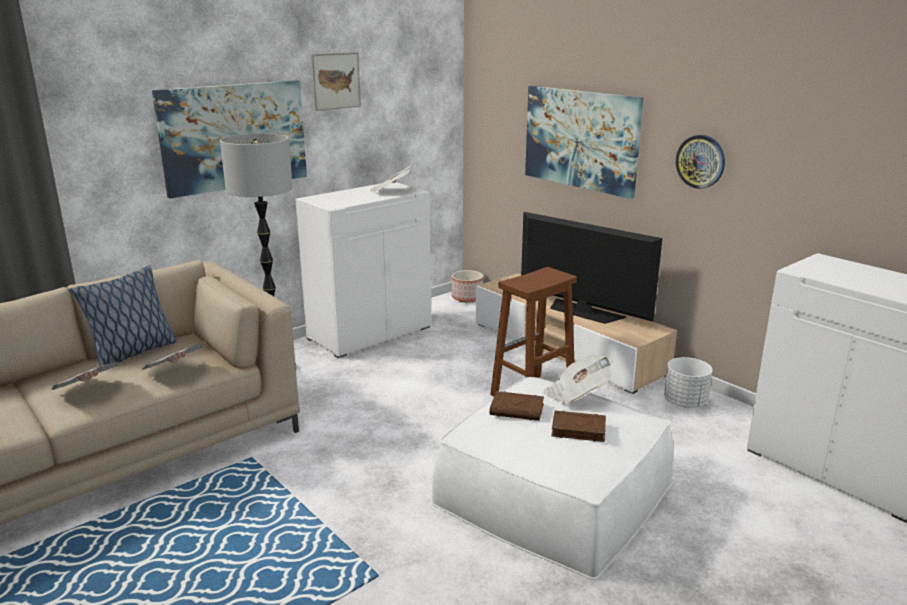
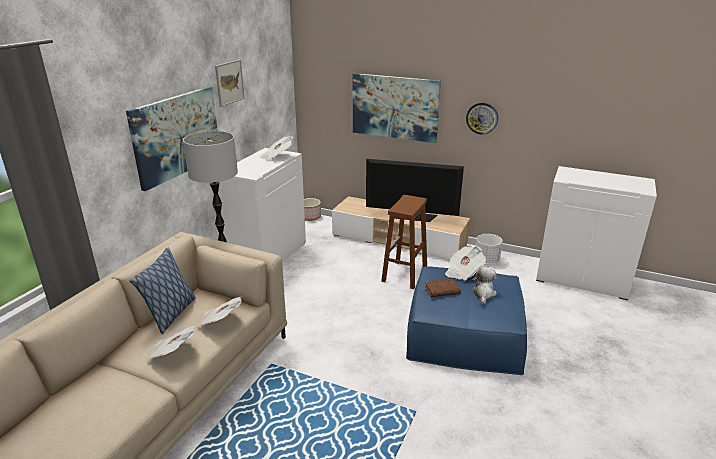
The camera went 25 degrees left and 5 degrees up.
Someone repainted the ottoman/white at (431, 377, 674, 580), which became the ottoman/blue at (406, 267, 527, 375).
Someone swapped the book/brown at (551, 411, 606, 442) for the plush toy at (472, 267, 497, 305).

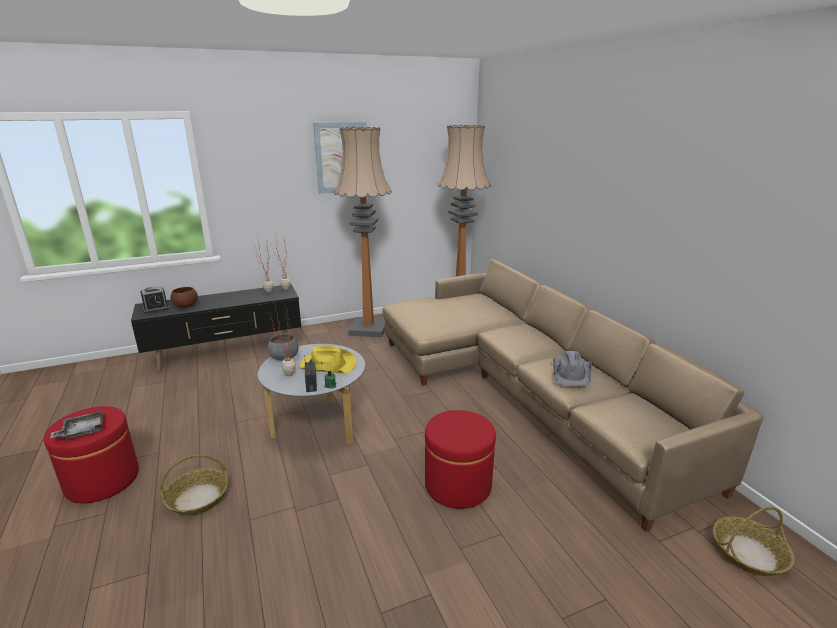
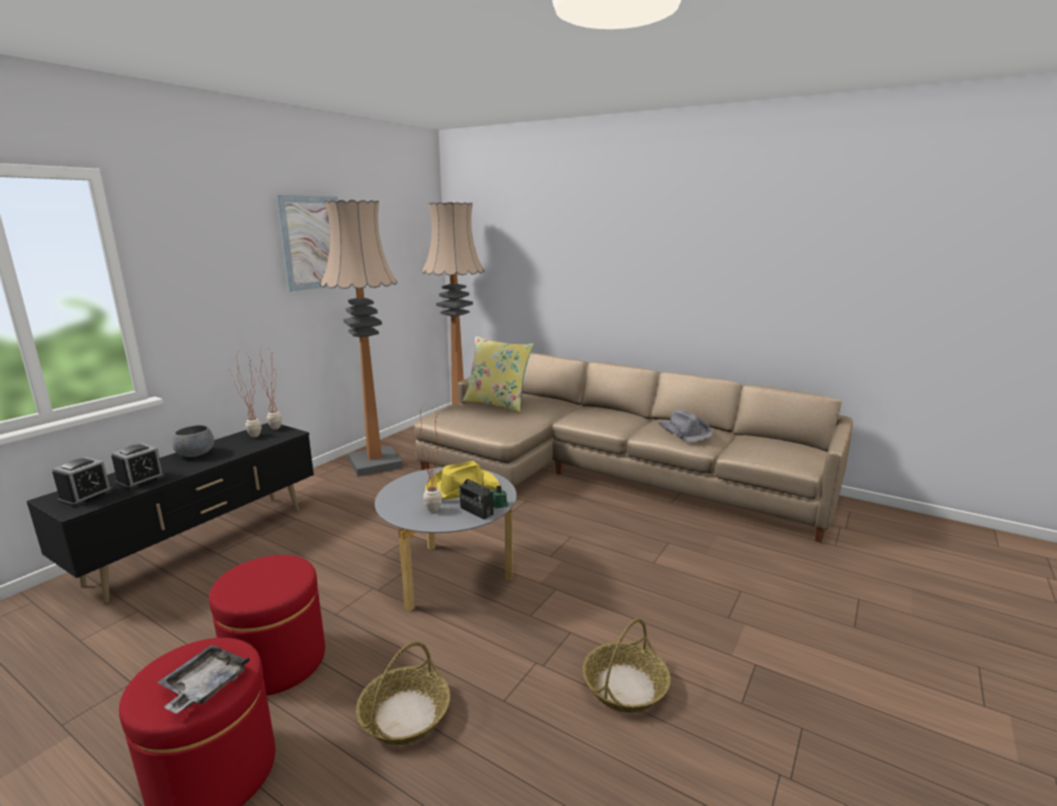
The camera went 35 degrees left and 5 degrees down.
Someone swapped the bowl/brown at (170, 287, 198, 308) for the alarm clock at (111, 443, 166, 490).
Someone carried the bowl/grey from (267, 334, 298, 361) to (172, 425, 214, 457).
Someone carried the ottoman/red from (425, 410, 496, 509) to (209, 555, 325, 695).
Someone carried the basket from (713, 507, 795, 576) to (583, 618, 671, 713).
Someone put down the pillow/yellow at (463, 336, 534, 413).

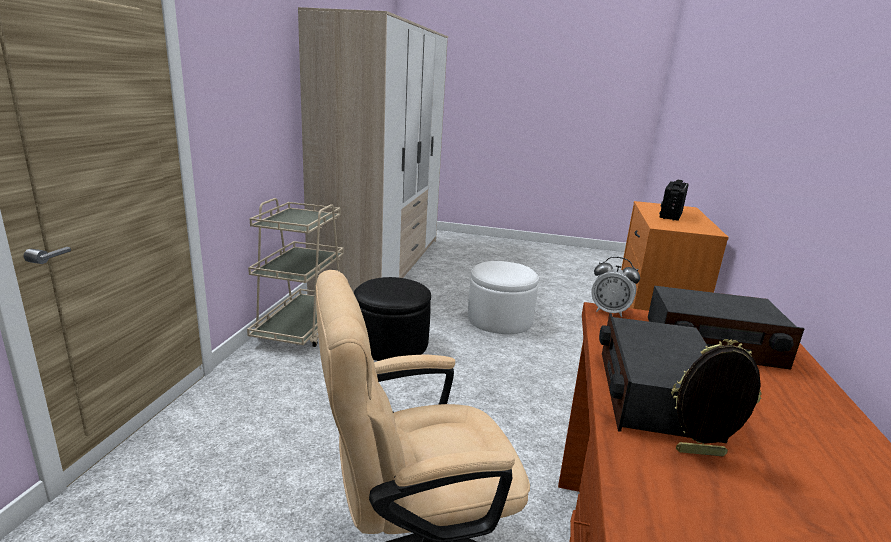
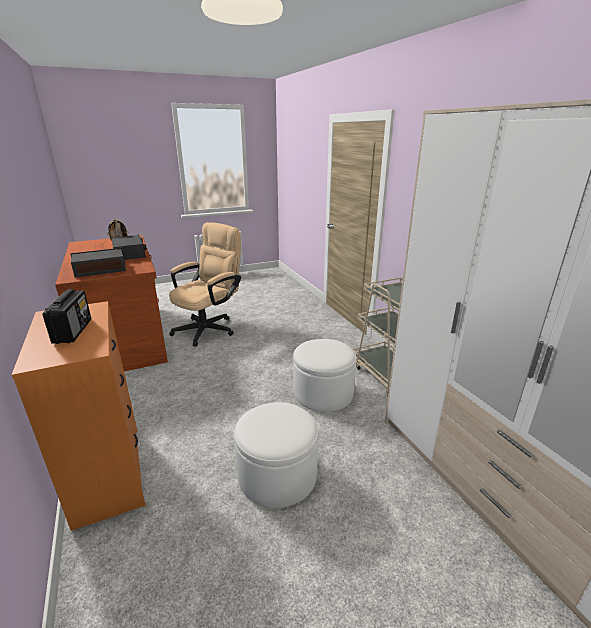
The camera went 145 degrees right and 5 degrees up.
Someone repainted the ottoman/black at (354, 277, 431, 361), which became the ottoman/white at (293, 339, 357, 412).
Someone took away the alarm clock at (591, 257, 640, 317).

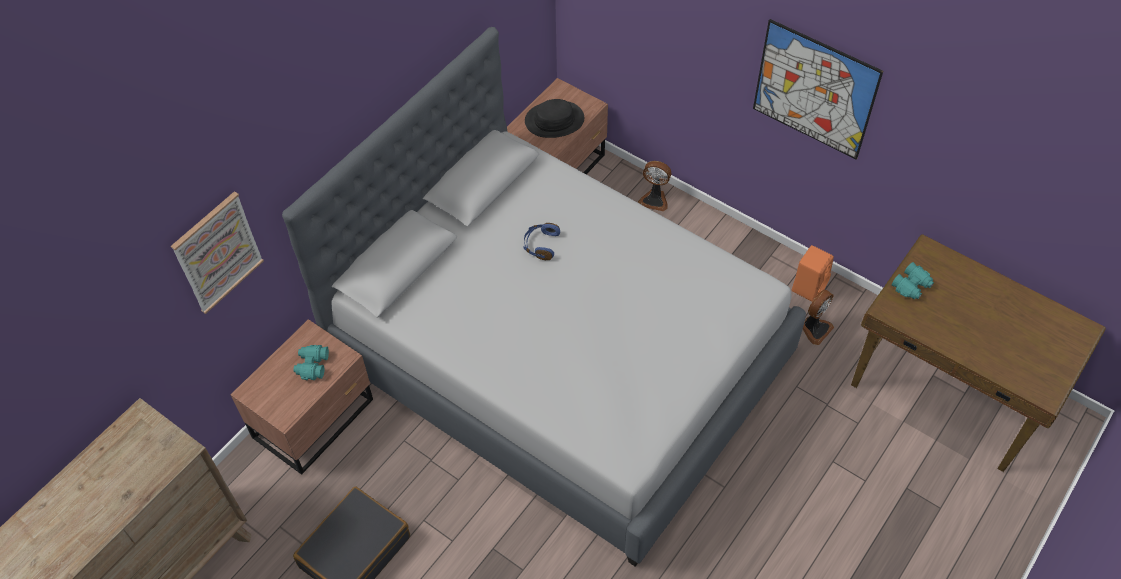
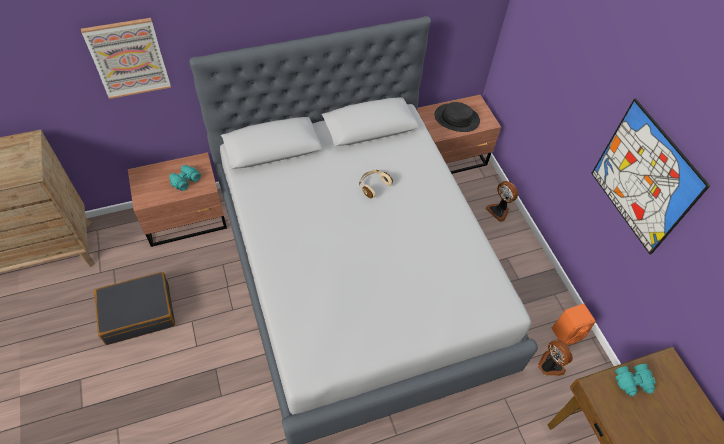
The camera went 30 degrees right and 0 degrees up.
Someone repainted the headphones/blue at (523, 223, 560, 260), which became the headphones/beige at (359, 169, 393, 198).
Someone rotated the fan at (803, 290, 834, 345) by 105 degrees counterclockwise.

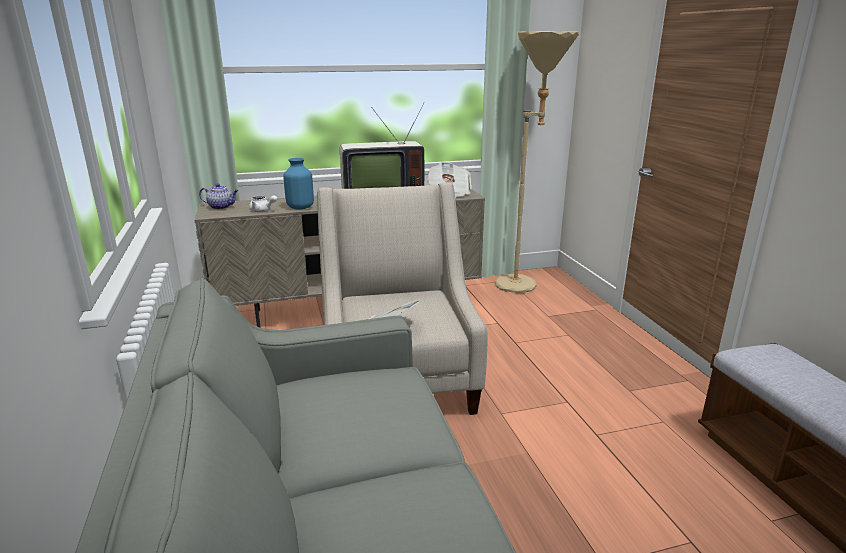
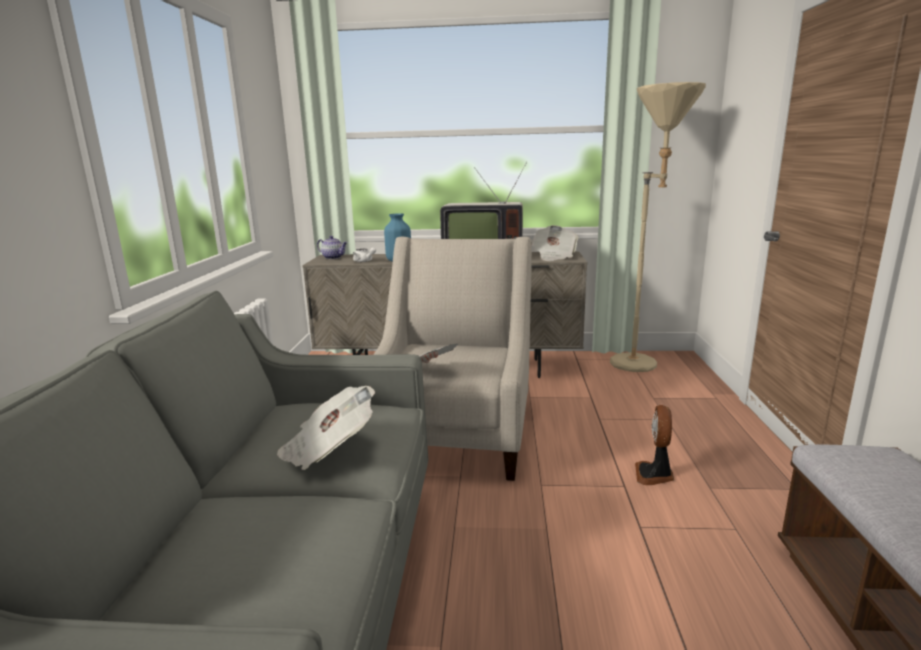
The camera went 20 degrees right and 5 degrees down.
Someone put down the newspaper at (277, 386, 375, 470).
Someone put down the fan at (635, 405, 674, 485).

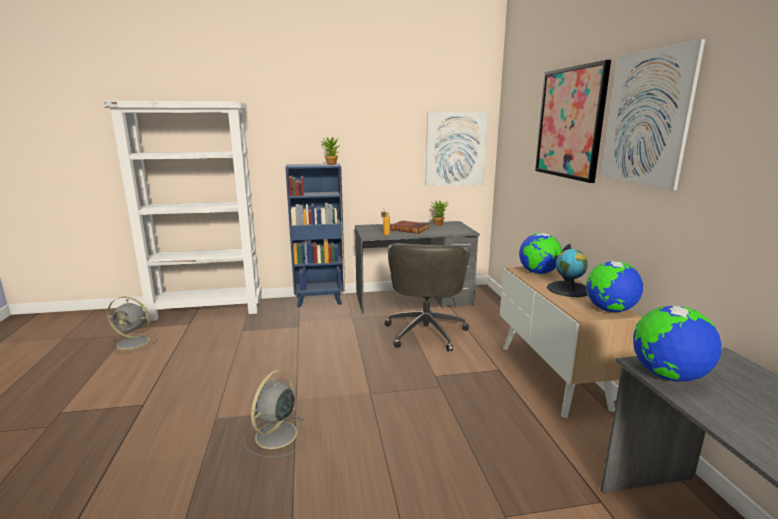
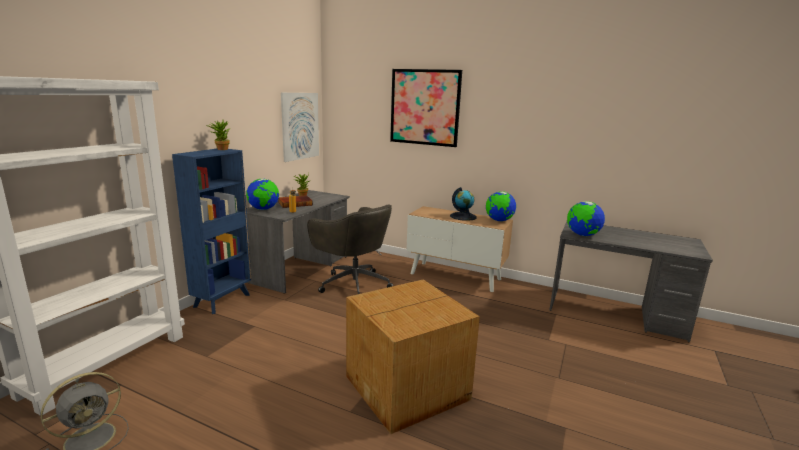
The camera went 55 degrees left and 0 degrees up.
Someone swapped the fan/grey at (244, 370, 304, 458) for the cardboard box at (346, 279, 480, 434).
Someone carried the globe from (519, 233, 562, 274) to (246, 179, 279, 210).
Someone took away the picture at (601, 39, 705, 190).

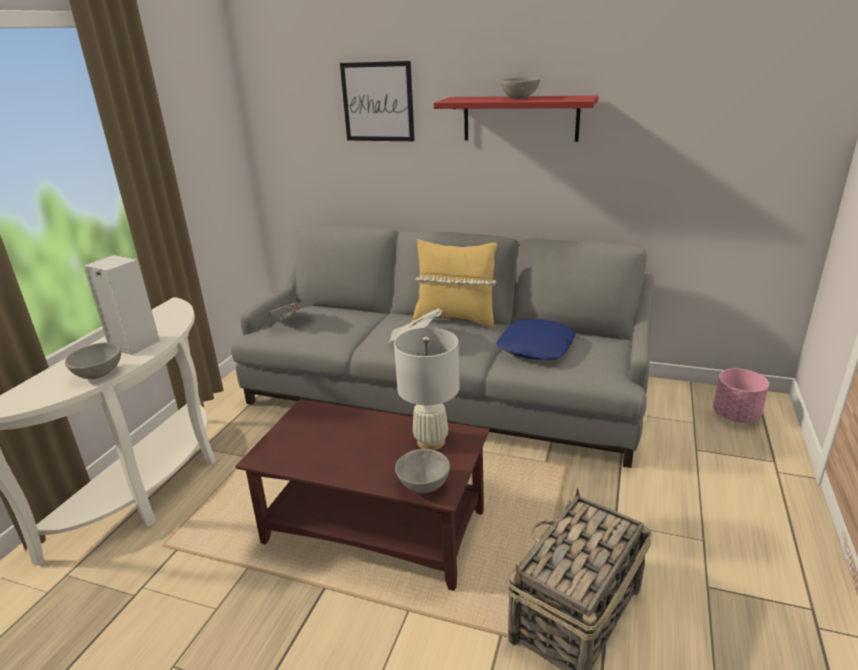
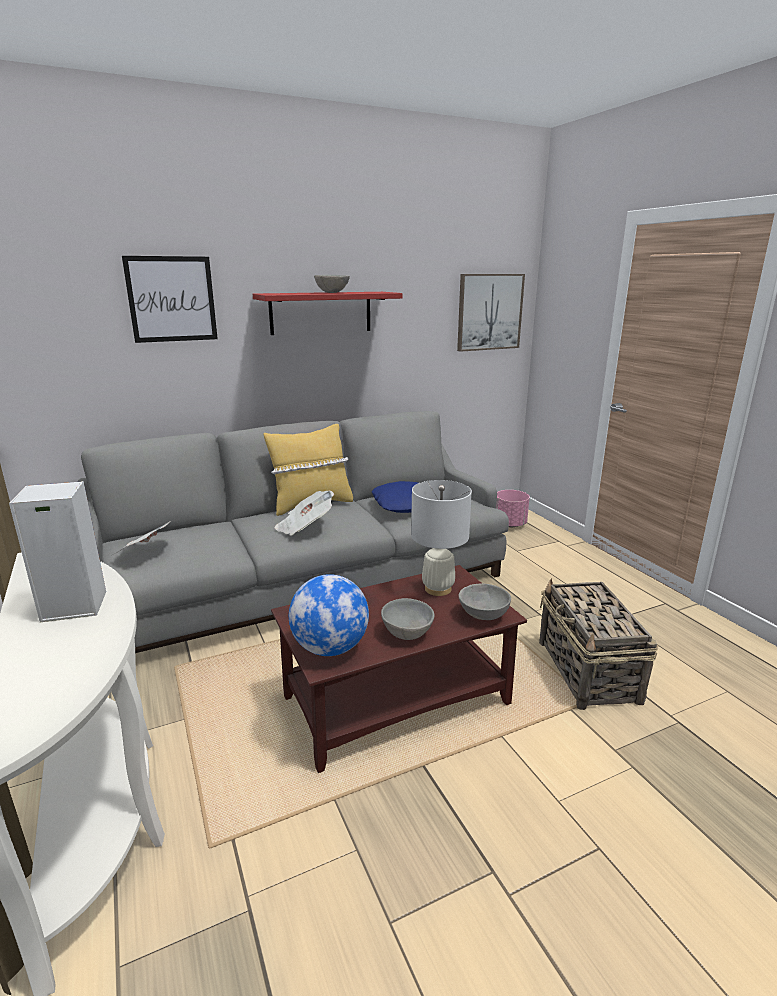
The camera went 45 degrees left and 5 degrees down.
Someone carried the bowl/grey from (65, 342, 121, 379) to (381, 598, 434, 640).
Someone put down the globe at (289, 574, 369, 656).
Someone put up the picture at (457, 274, 525, 352).

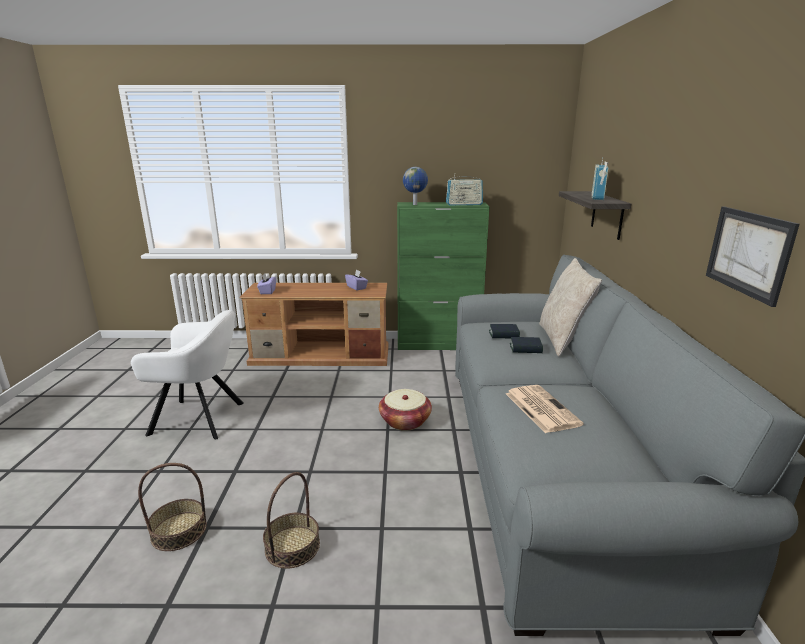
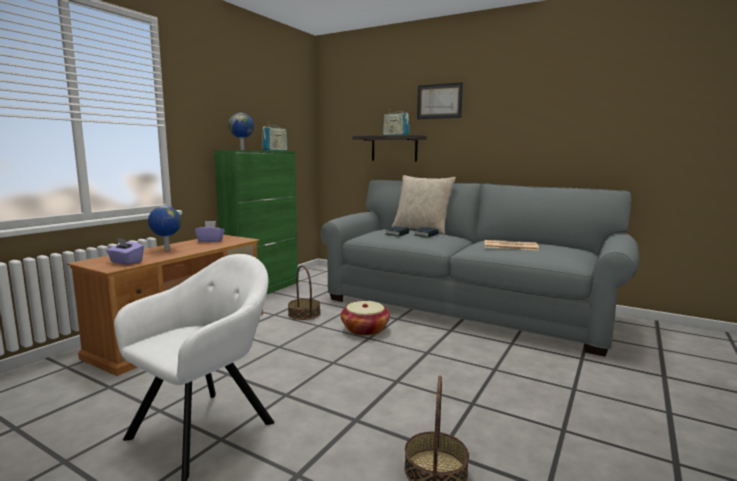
The camera went 60 degrees left and 10 degrees down.
Someone carried the basket from (263, 472, 320, 569) to (288, 265, 321, 320).
Someone carried the picture from (706, 207, 800, 307) to (417, 82, 463, 119).
Someone put down the globe at (148, 206, 181, 251).

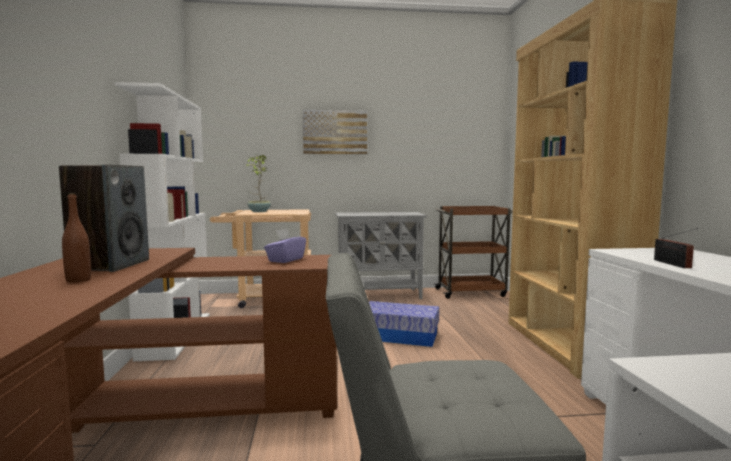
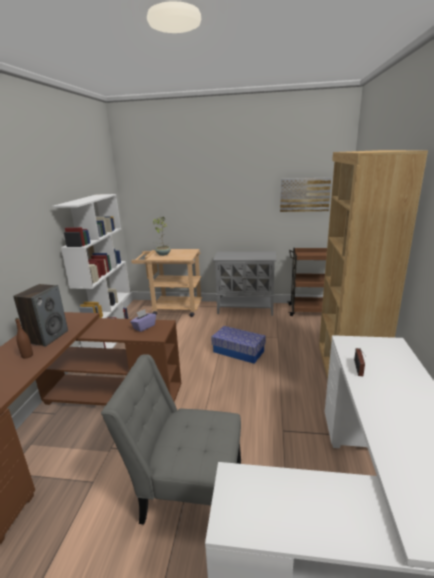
The camera went 15 degrees right and 15 degrees up.
Someone carried the picture from (303, 110, 367, 154) to (280, 177, 331, 212).

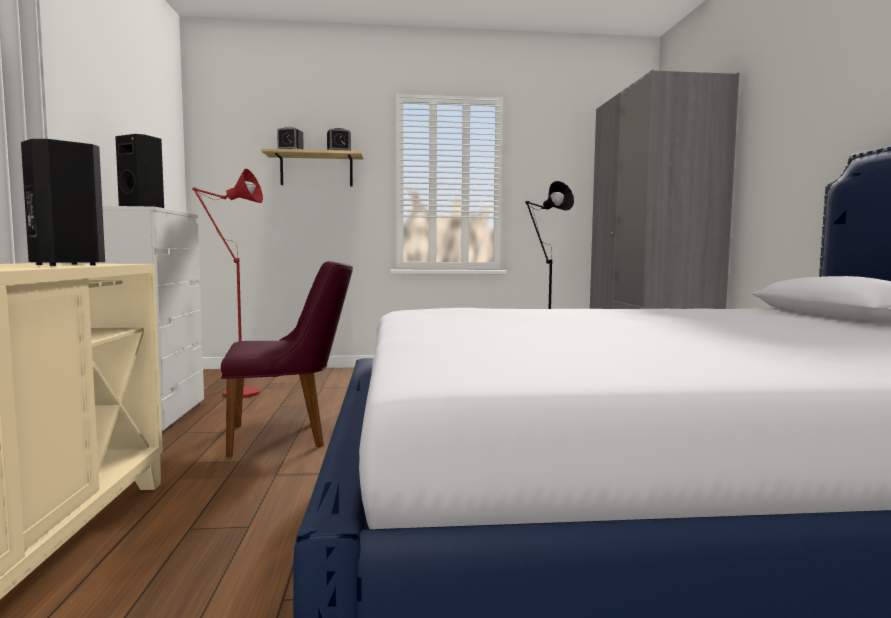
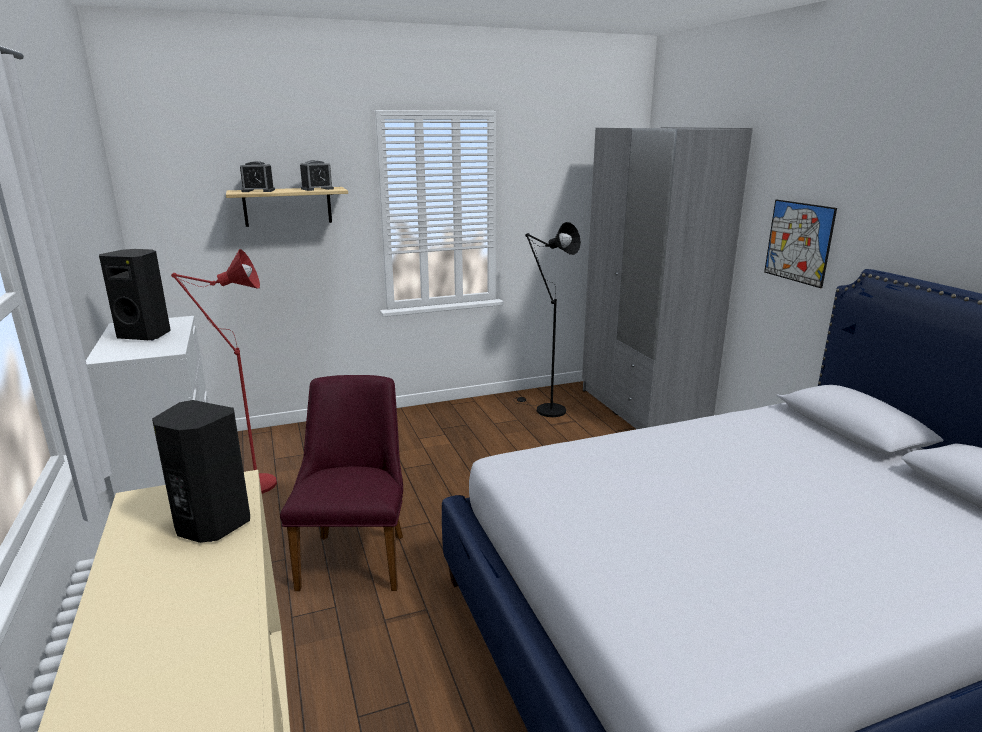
The camera went 15 degrees left and 15 degrees up.
Someone rotated the chair/purple at (221, 261, 353, 457) by 60 degrees counterclockwise.
Someone put up the picture at (764, 199, 837, 288).

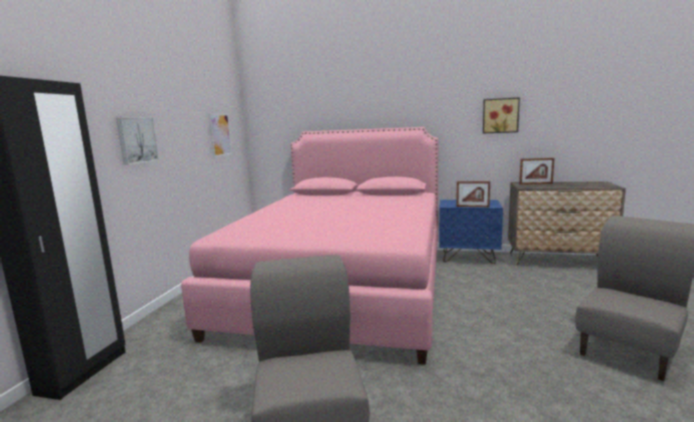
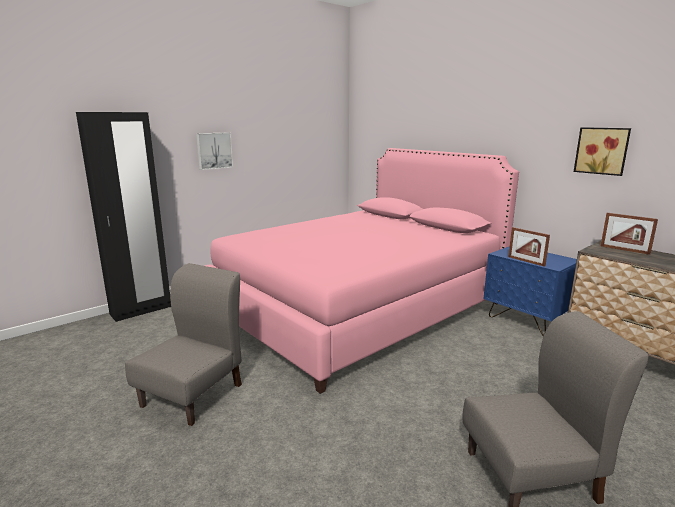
The camera went 35 degrees right and 5 degrees up.
Someone took away the picture at (208, 113, 232, 158).

